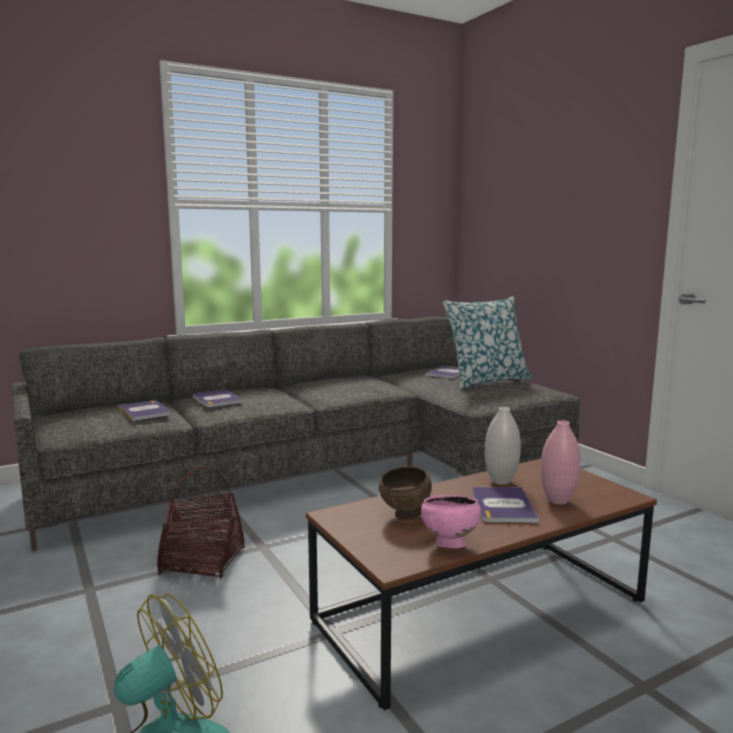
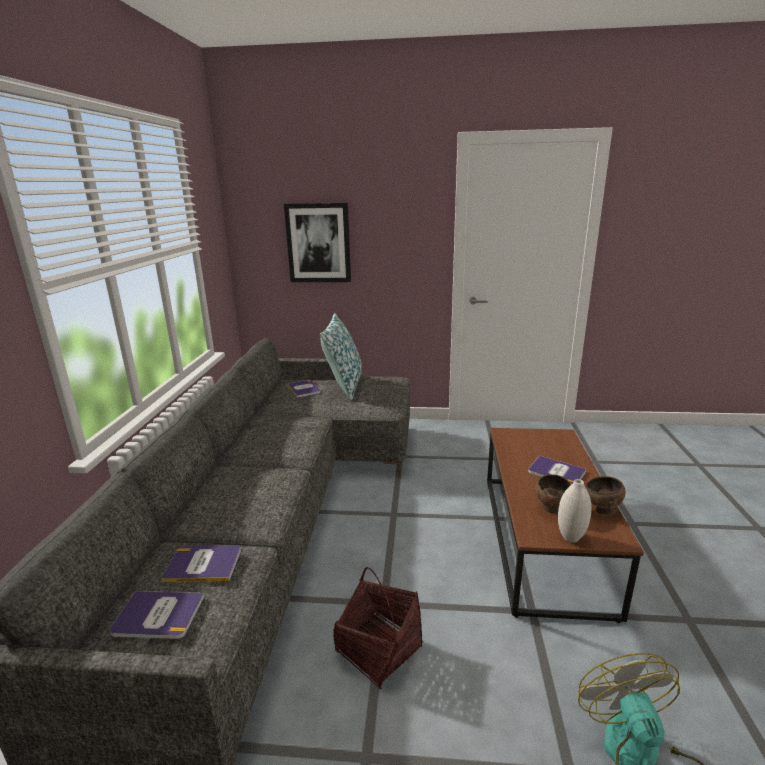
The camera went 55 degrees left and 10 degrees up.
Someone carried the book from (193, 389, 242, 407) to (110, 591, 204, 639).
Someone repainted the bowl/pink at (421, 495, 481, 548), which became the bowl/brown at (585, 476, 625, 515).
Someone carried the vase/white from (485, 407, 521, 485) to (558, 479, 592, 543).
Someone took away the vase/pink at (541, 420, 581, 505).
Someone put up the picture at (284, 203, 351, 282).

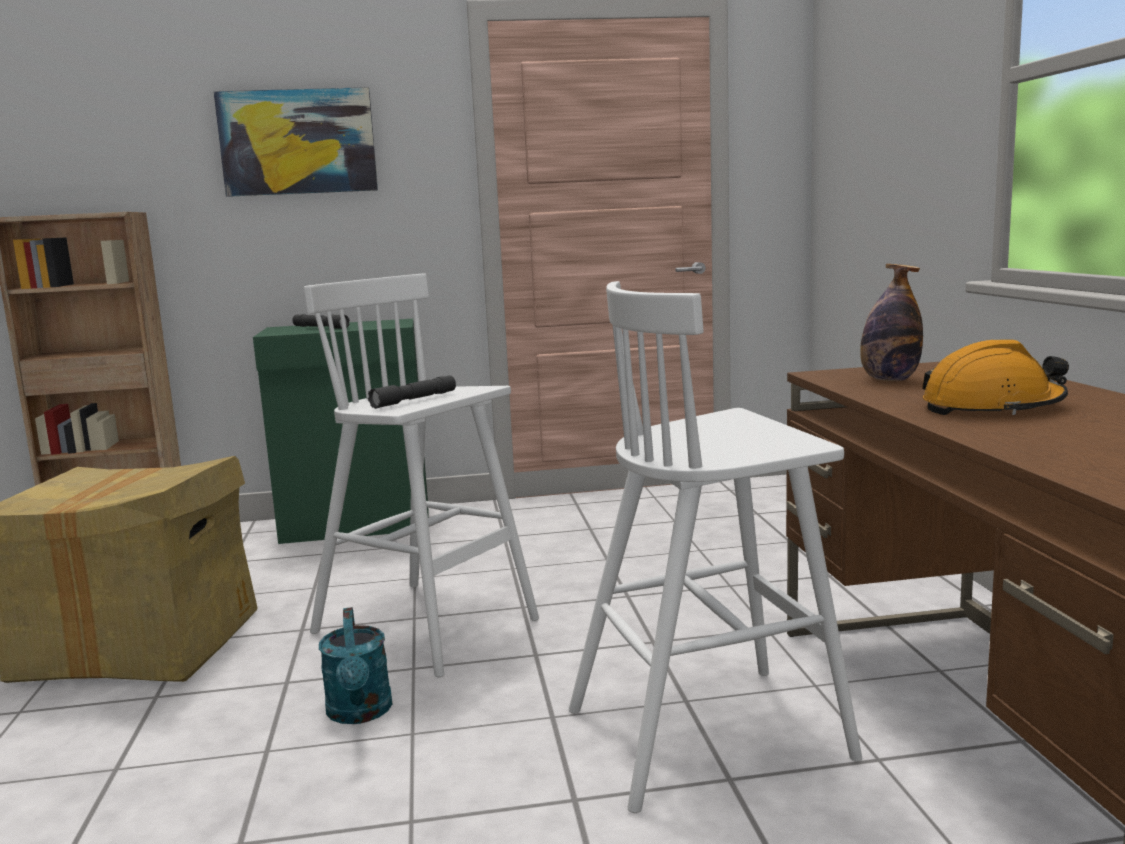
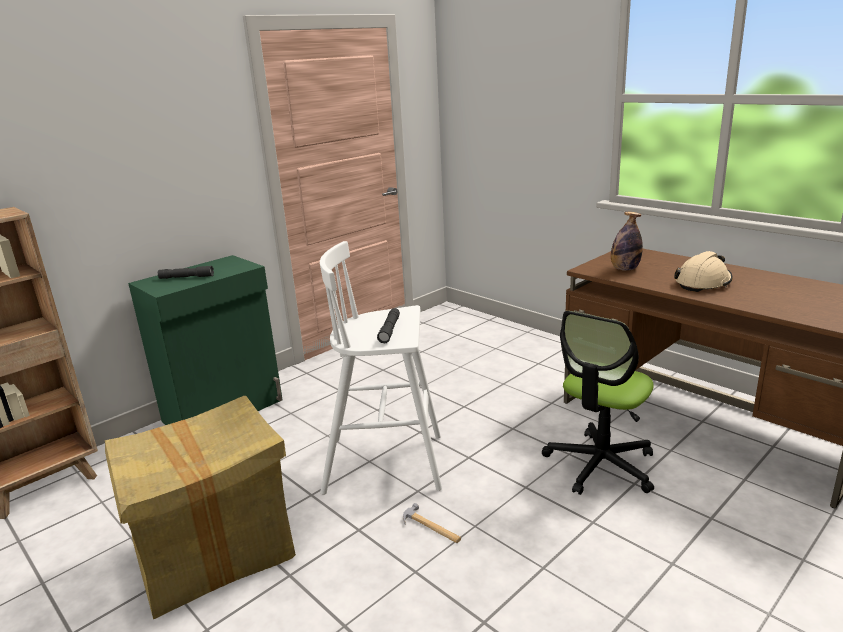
The camera went 35 degrees left and 10 degrees up.
Someone took away the picture at (213, 87, 378, 197).
Someone swapped the watering can/turquoise at (319, 607, 392, 724) for the hammer at (403, 503, 461, 543).
Someone swapped the stool/white at (569, 281, 862, 813) for the office chair at (542, 311, 654, 495).
Someone repainted the hard hat/orange at (922, 339, 1069, 415), which became the hard hat/beige at (674, 251, 732, 292).

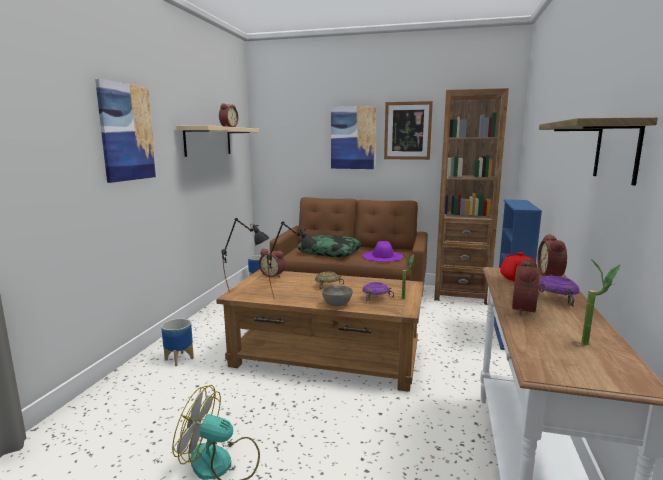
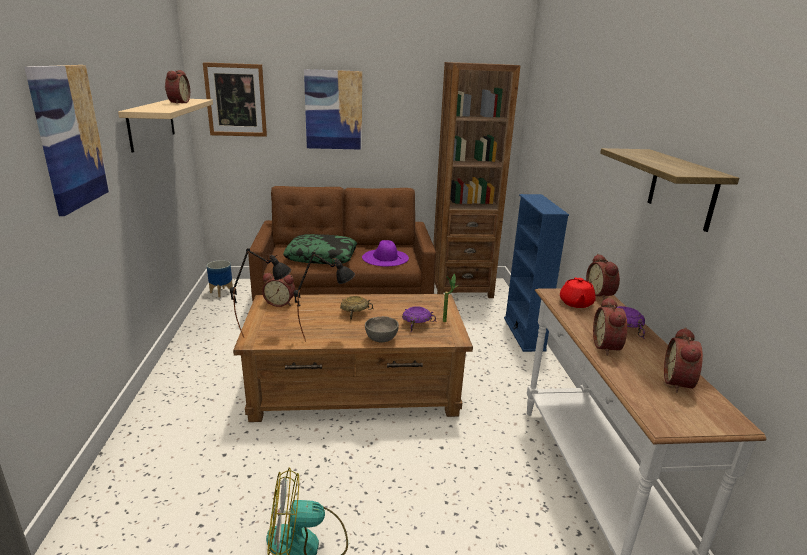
The camera went 20 degrees left and 10 degrees up.
Someone took away the planter at (161, 318, 194, 366).
Someone carried the picture from (384, 101, 433, 160) to (203, 62, 267, 137).
Someone swapped the potted plant at (581, 258, 620, 345) for the alarm clock at (664, 327, 703, 393).

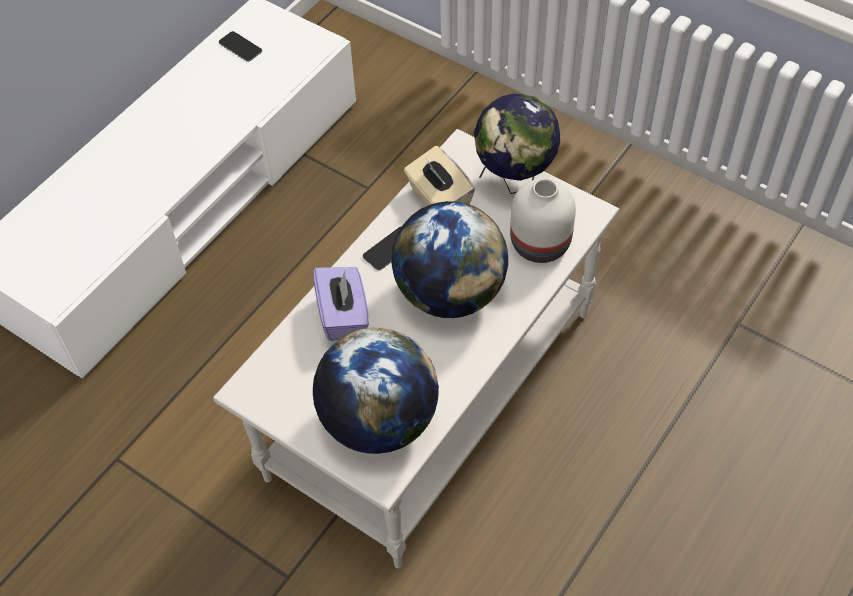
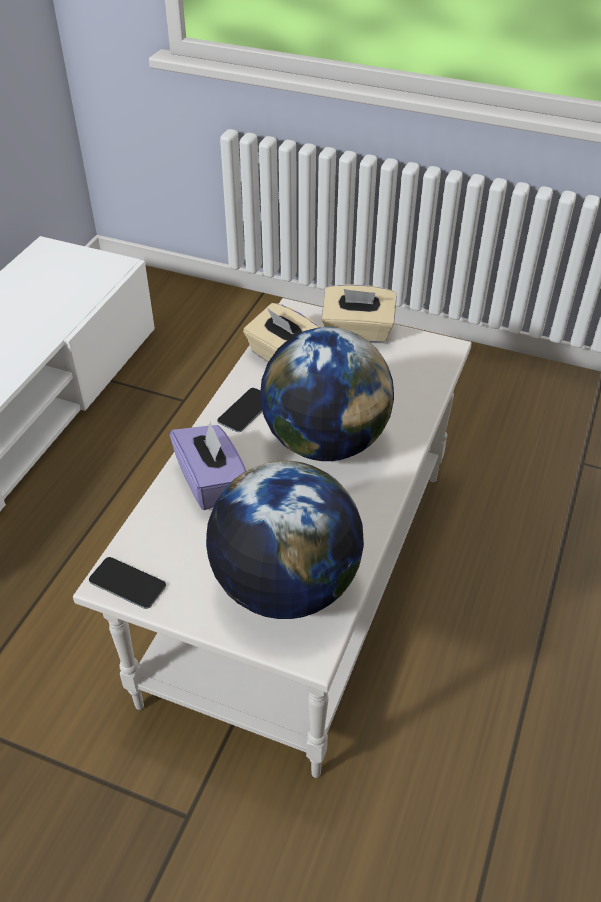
The camera went 15 degrees left and 10 degrees down.
Someone carried the phone from (219, 31, 262, 62) to (89, 557, 166, 609).
Someone swapped the globe at (474, 93, 560, 194) for the tissue box/beige at (322, 284, 397, 343).
Someone took away the vase/white at (510, 178, 576, 263).

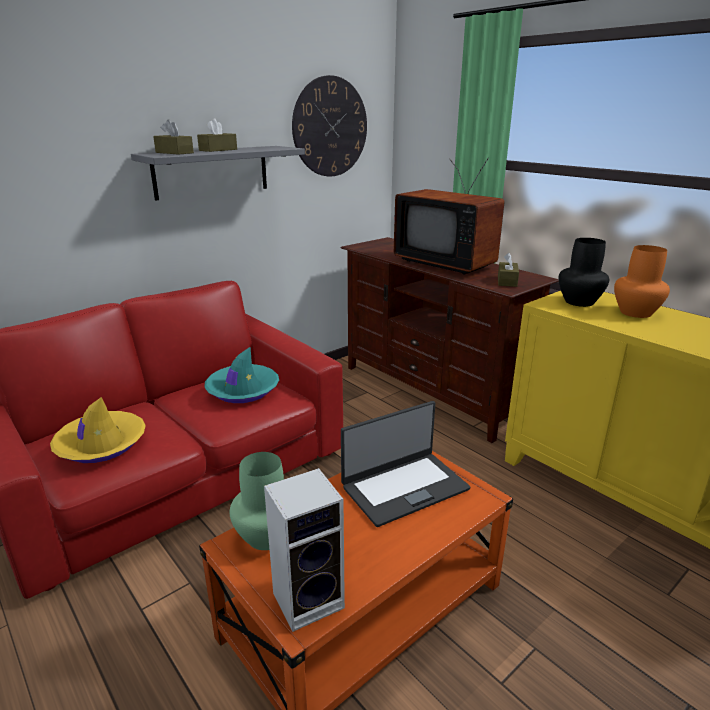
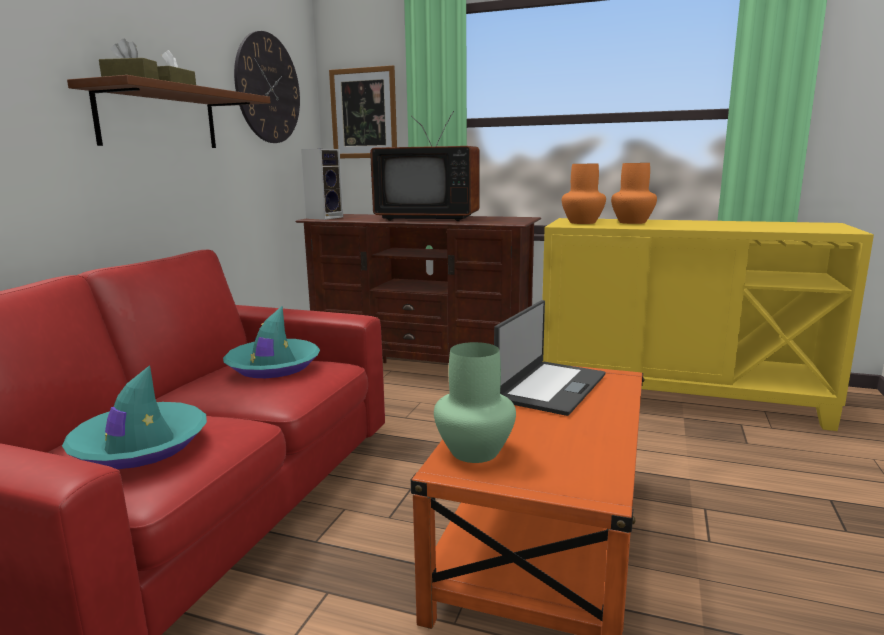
The camera went 30 degrees left and 10 degrees down.
Someone repainted the hat/yellow at (50, 397, 146, 463), which became the hat/turquoise at (62, 365, 207, 469).
Someone repainted the shelf/grey at (131, 146, 305, 201), which became the shelf/brown at (67, 75, 271, 148).
Someone carried the speaker from (264, 468, 345, 632) to (301, 149, 343, 220).
Someone took away the tissue box/brown at (498, 253, 519, 287).
Someone repainted the vase/black at (559, 238, 609, 307), which became the vase/orange at (562, 164, 606, 224).
Someone put up the picture at (329, 65, 397, 158).

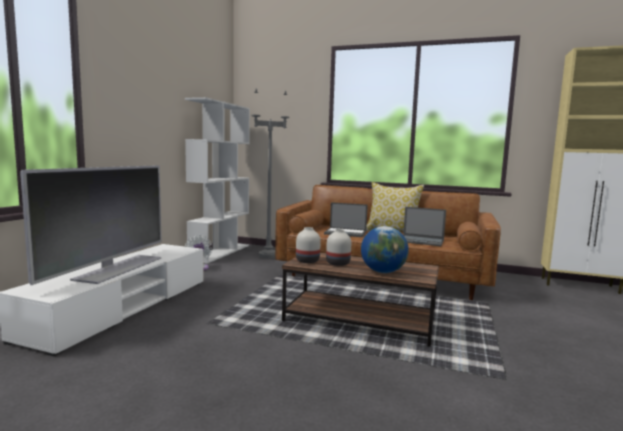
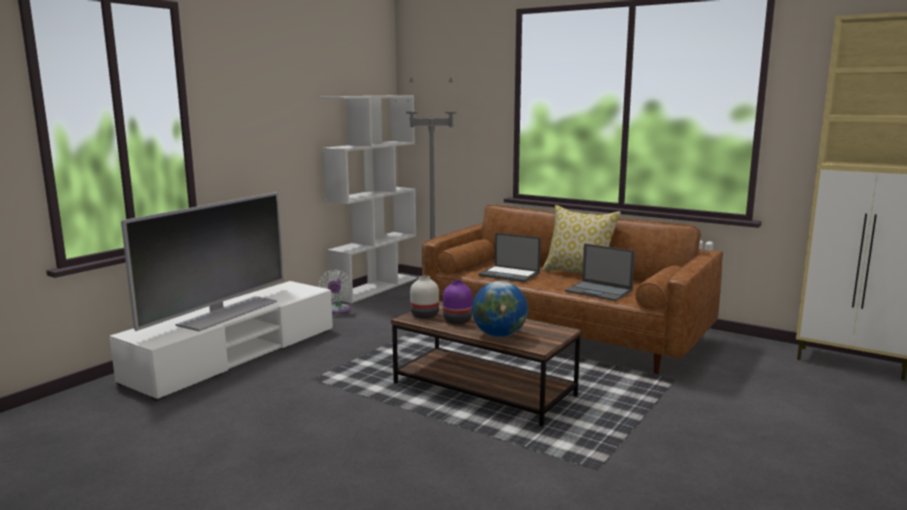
The camera went 15 degrees right and 5 degrees up.
Someone repainted the vase/white at (326, 229, 351, 266), which became the vase/purple at (443, 280, 472, 324).

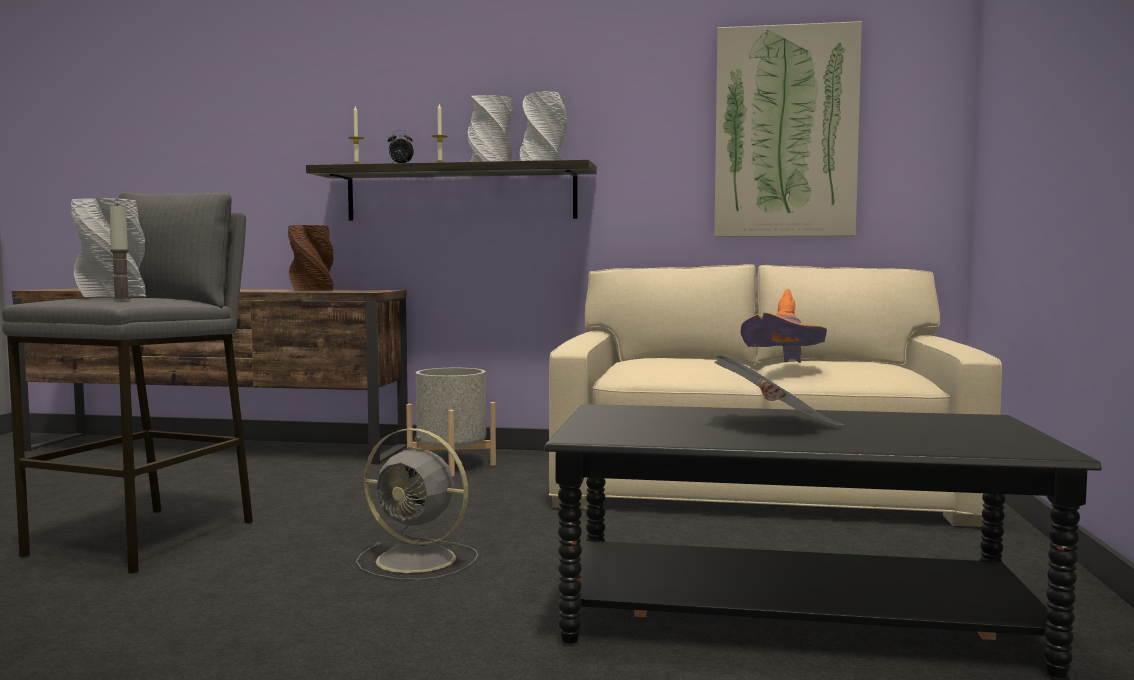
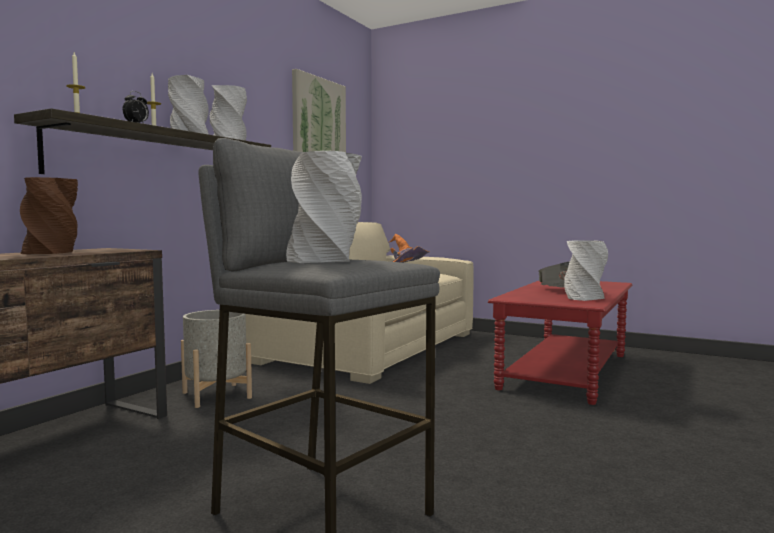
The camera went 70 degrees left and 0 degrees up.
Someone took away the candle at (109, 203, 131, 300).
Someone took away the fan/grey at (356, 428, 478, 581).
Someone repainted the coffee table/black at (544, 404, 1101, 678), which became the coffee table/red at (488, 281, 632, 405).
Someone put down the vase/grey at (564, 240, 608, 301).

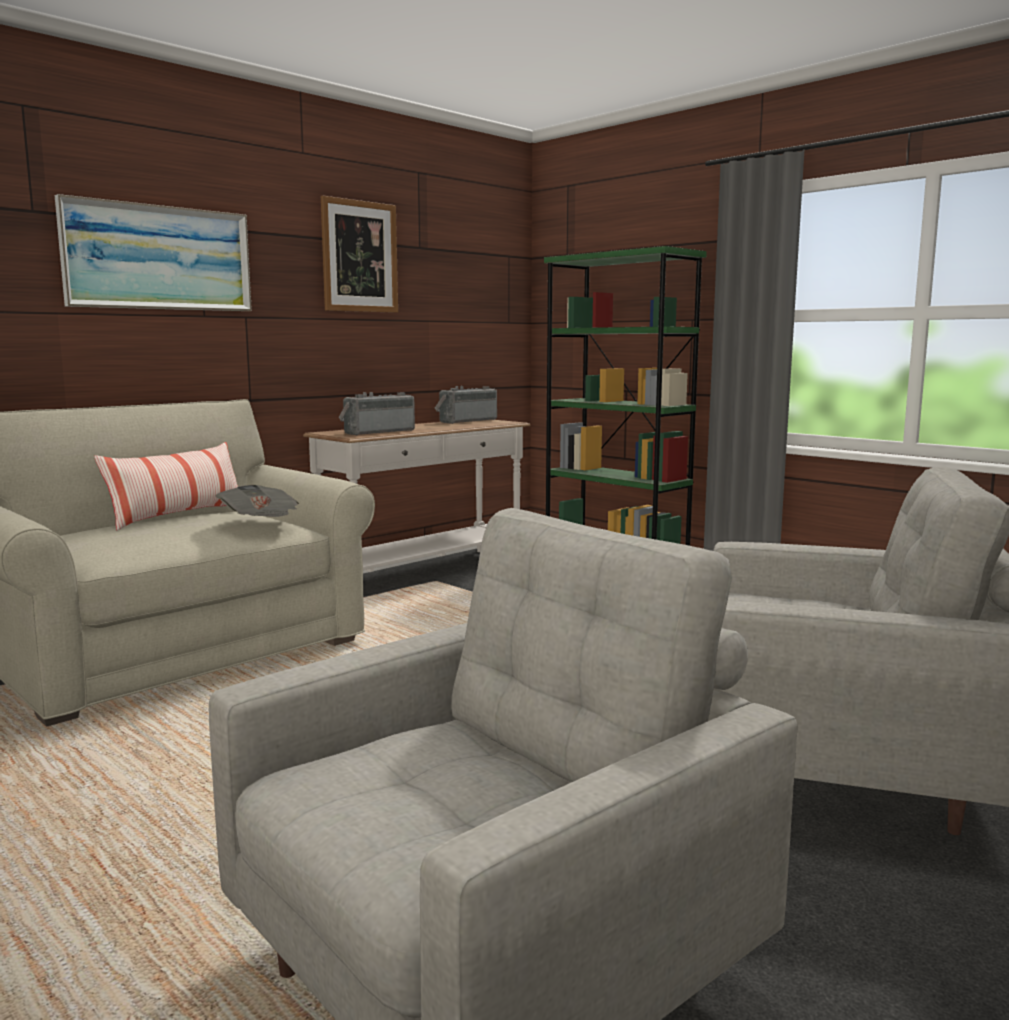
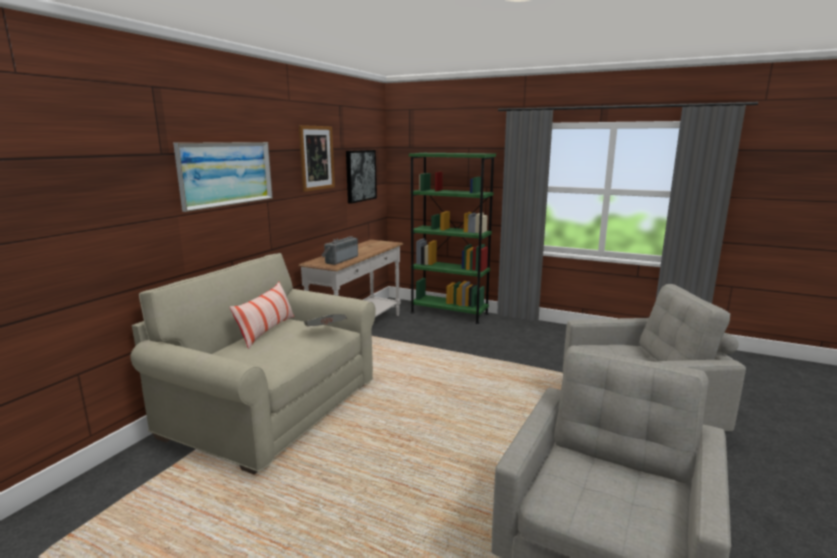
The camera went 20 degrees left and 5 degrees up.
Someone took away the radio at (435, 386, 497, 424).
Someone put up the picture at (346, 150, 377, 204).

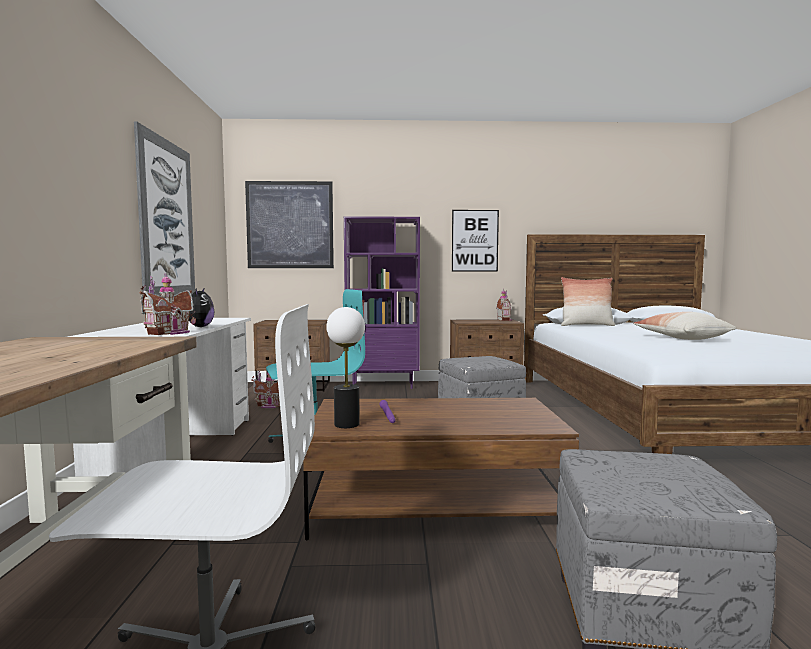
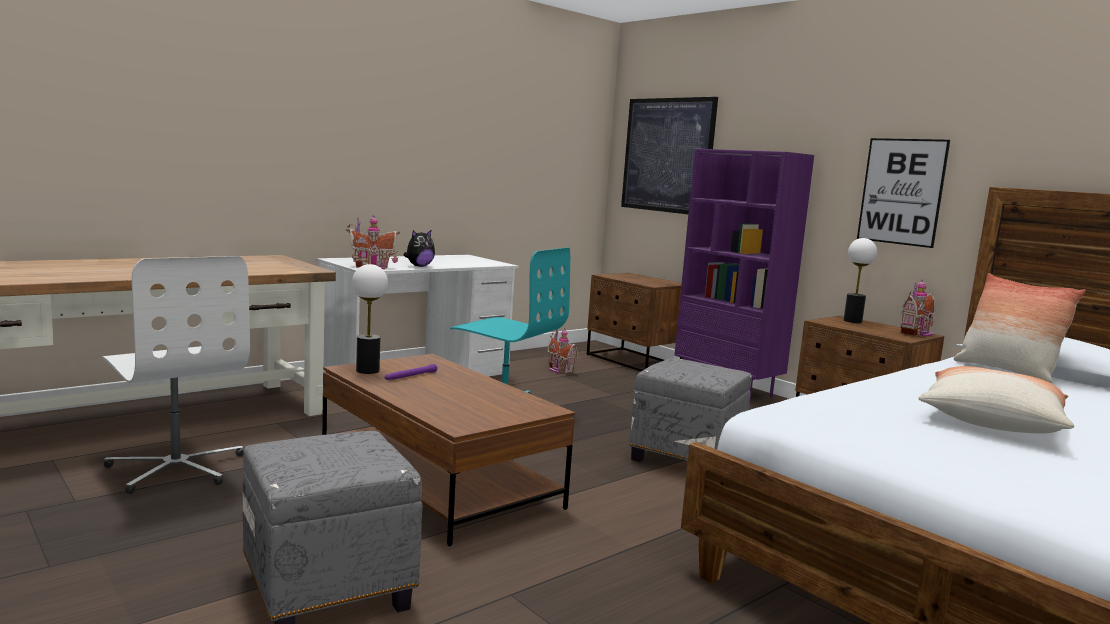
The camera went 50 degrees right and 5 degrees up.
Someone took away the picture at (134, 121, 195, 296).
Someone put down the table lamp at (844, 238, 877, 323).

